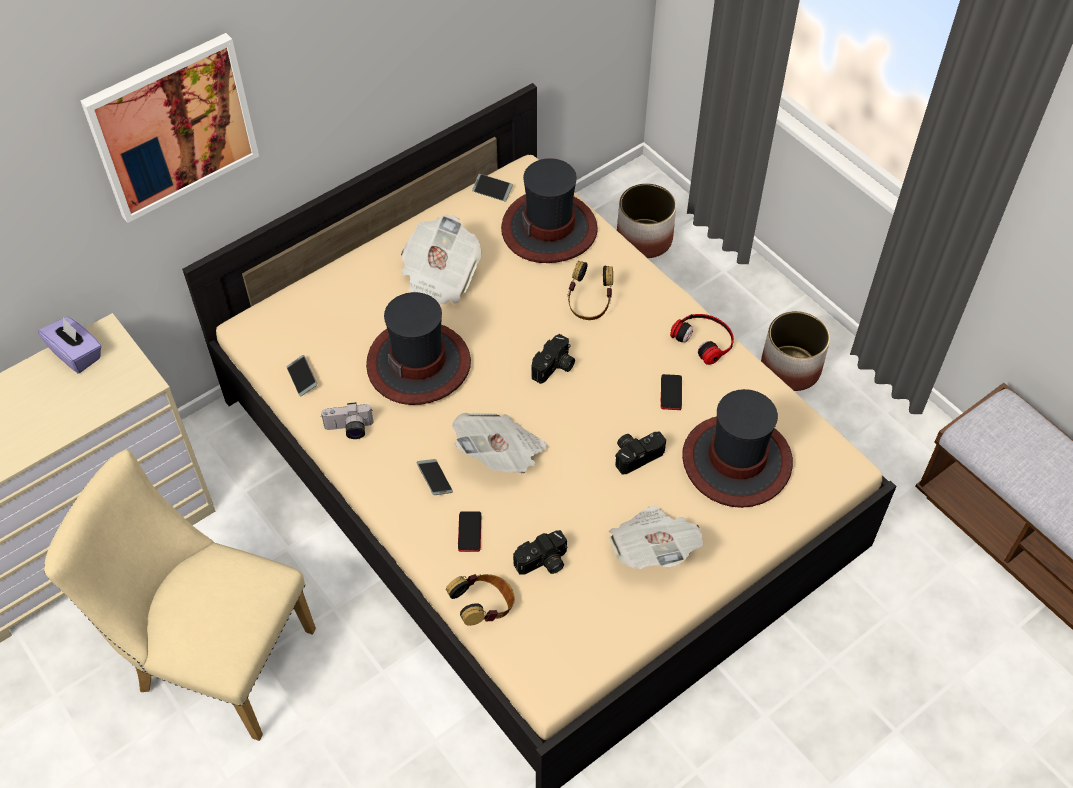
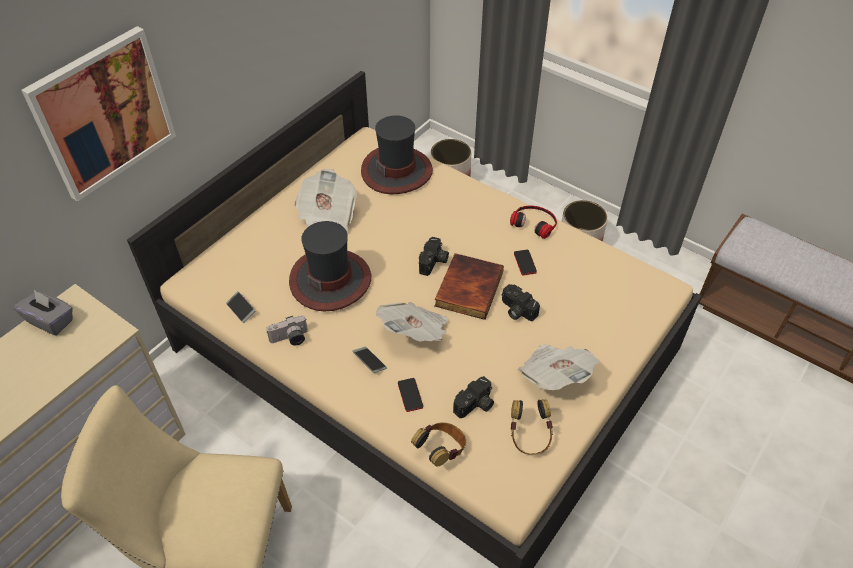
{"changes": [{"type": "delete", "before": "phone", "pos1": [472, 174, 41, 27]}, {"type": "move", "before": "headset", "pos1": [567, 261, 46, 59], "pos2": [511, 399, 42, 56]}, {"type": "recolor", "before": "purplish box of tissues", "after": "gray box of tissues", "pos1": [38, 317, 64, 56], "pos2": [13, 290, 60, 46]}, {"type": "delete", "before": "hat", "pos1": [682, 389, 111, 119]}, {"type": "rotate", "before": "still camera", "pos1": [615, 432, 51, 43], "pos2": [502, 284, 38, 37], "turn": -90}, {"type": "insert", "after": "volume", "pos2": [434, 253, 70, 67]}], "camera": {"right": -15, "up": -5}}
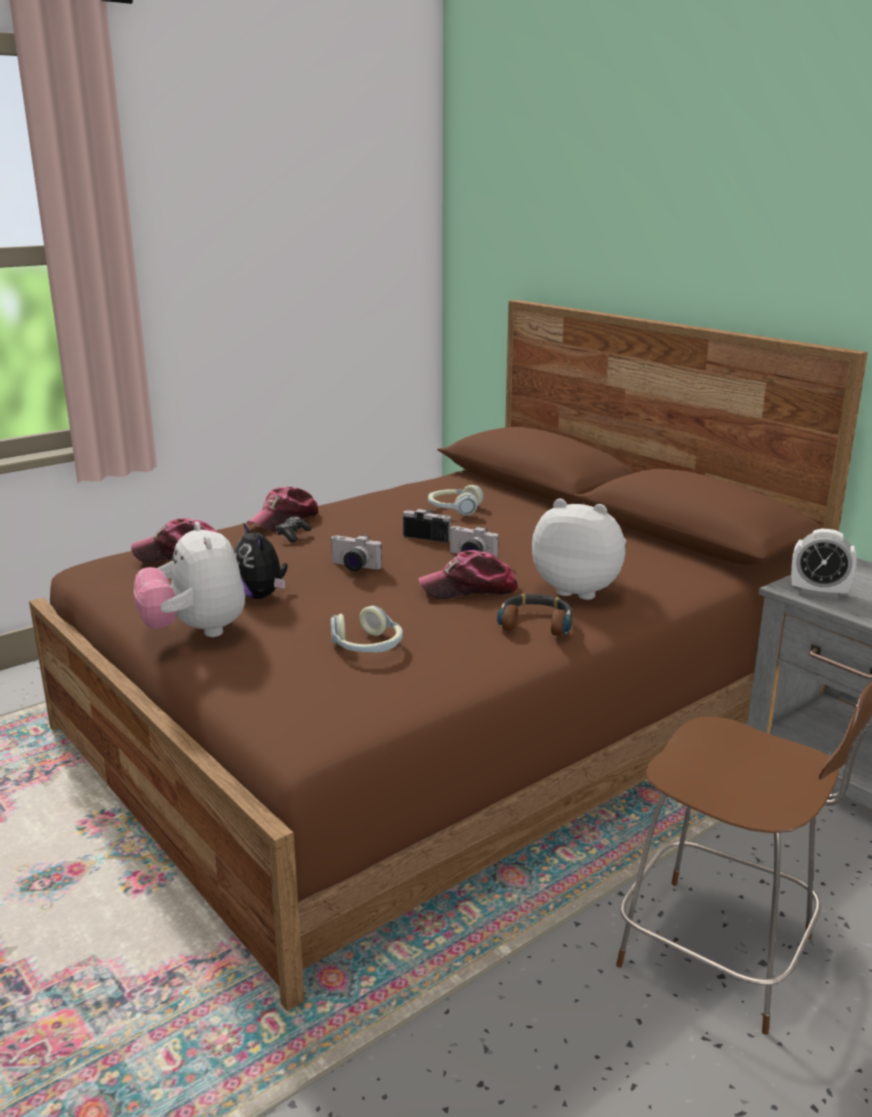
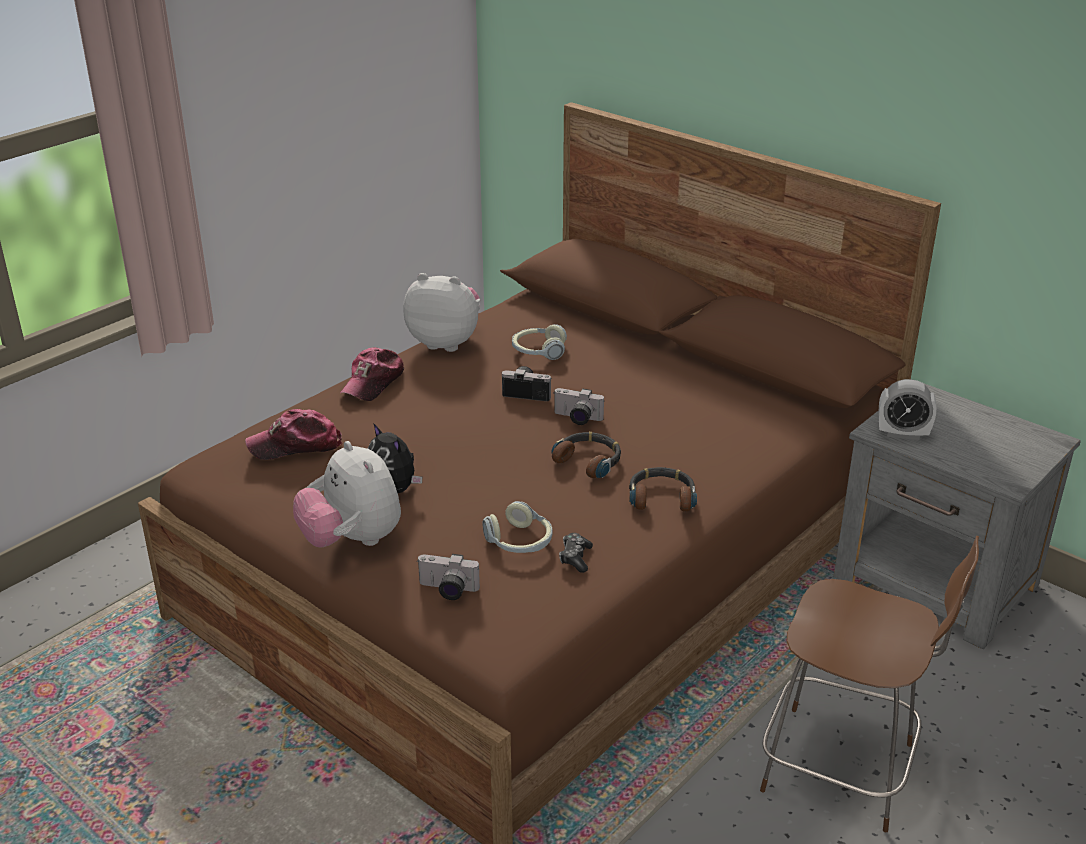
{"changes": [{"type": "move", "before": "cuddly toy", "pos1": [532, 499, 95, 101], "pos2": [403, 273, 77, 79]}, {"type": "move", "before": "gamepad", "pos1": [276, 516, 36, 26], "pos2": [559, 533, 34, 40]}, {"type": "move", "before": "still camera", "pos1": [331, 535, 51, 36], "pos2": [417, 554, 63, 46]}, {"type": "replace", "before": "peaked cap", "after": "headset", "pos1": [418, 550, 100, 49], "pos2": [551, 432, 70, 46]}], "camera": {"right": -10, "up": 10}}
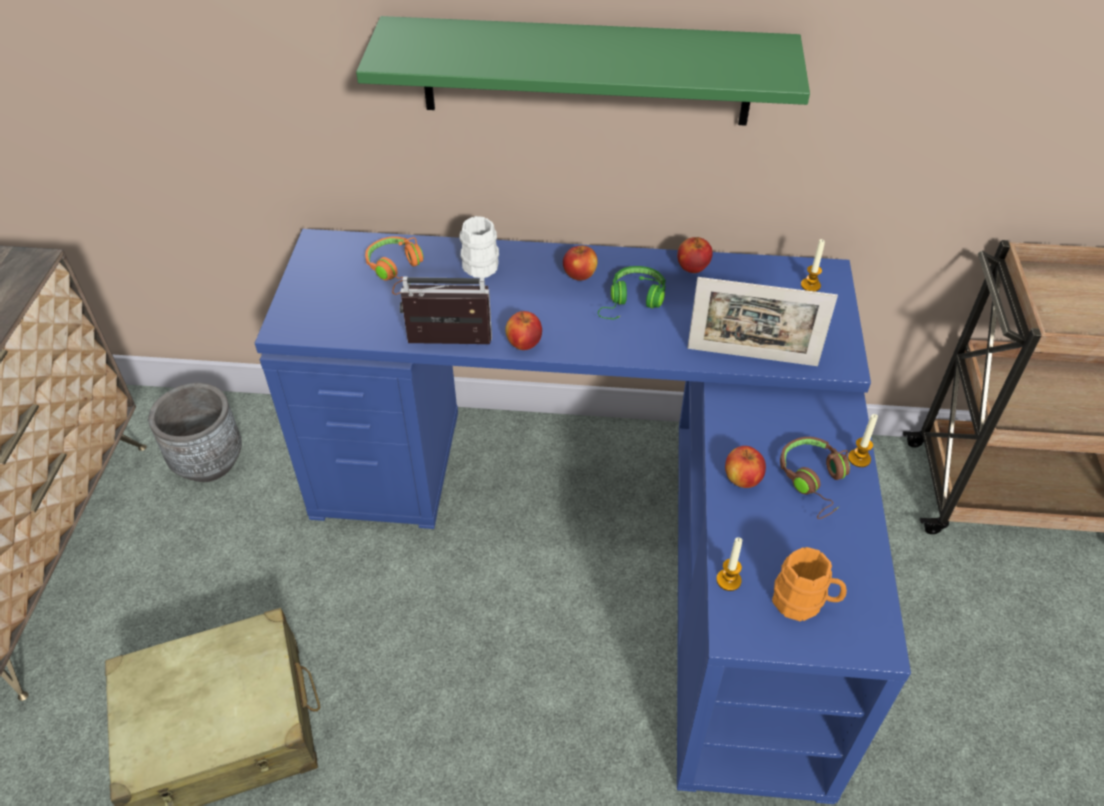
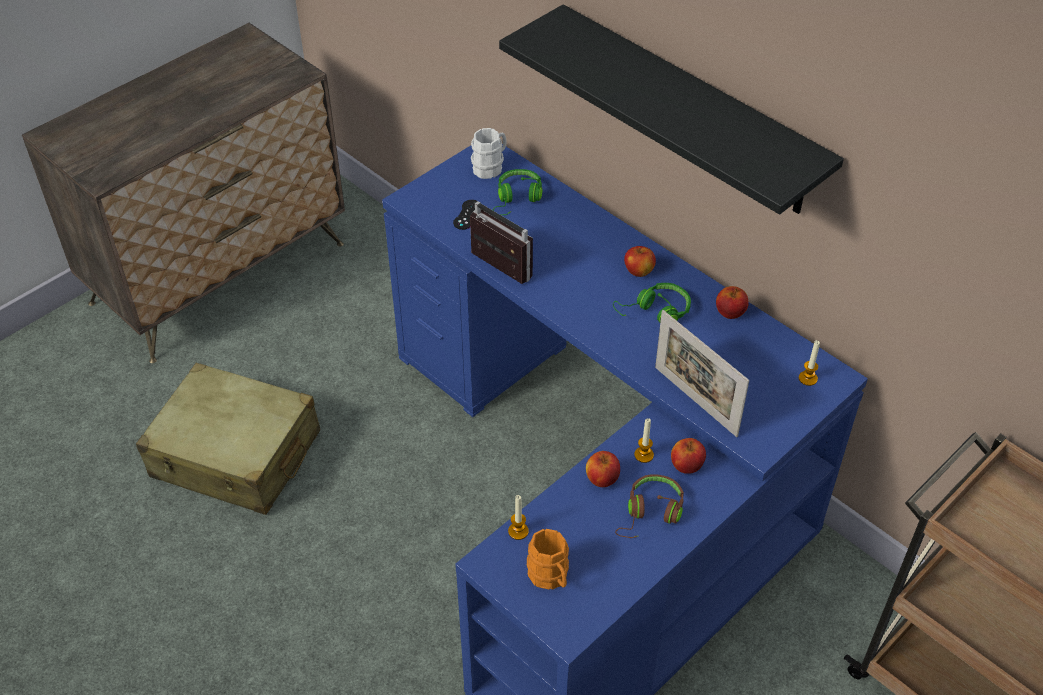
{"changes": [{"type": "recolor", "before": "green shelf", "after": "black shelf", "pos1": [356, 16, 454, 110], "pos2": [499, 4, 345, 211]}, {"type": "move", "before": "white mug", "pos1": [460, 216, 39, 62], "pos2": [471, 128, 36, 51]}, {"type": "recolor", "before": "orangey headset", "after": "green headset", "pos1": [365, 236, 58, 59], "pos2": [493, 169, 49, 46]}, {"type": "move", "before": "apple fruit", "pos1": [505, 311, 37, 39], "pos2": [671, 438, 35, 36]}, {"type": "delete", "before": "gray planter", "pos1": [148, 383, 94, 99]}, {"type": "move", "before": "wax light", "pos1": [848, 414, 30, 53], "pos2": [634, 418, 20, 45]}, {"type": "insert", "after": "black gamepad", "pos2": [453, 200, 24, 30]}], "camera": {"right": 40, "up": 0}}
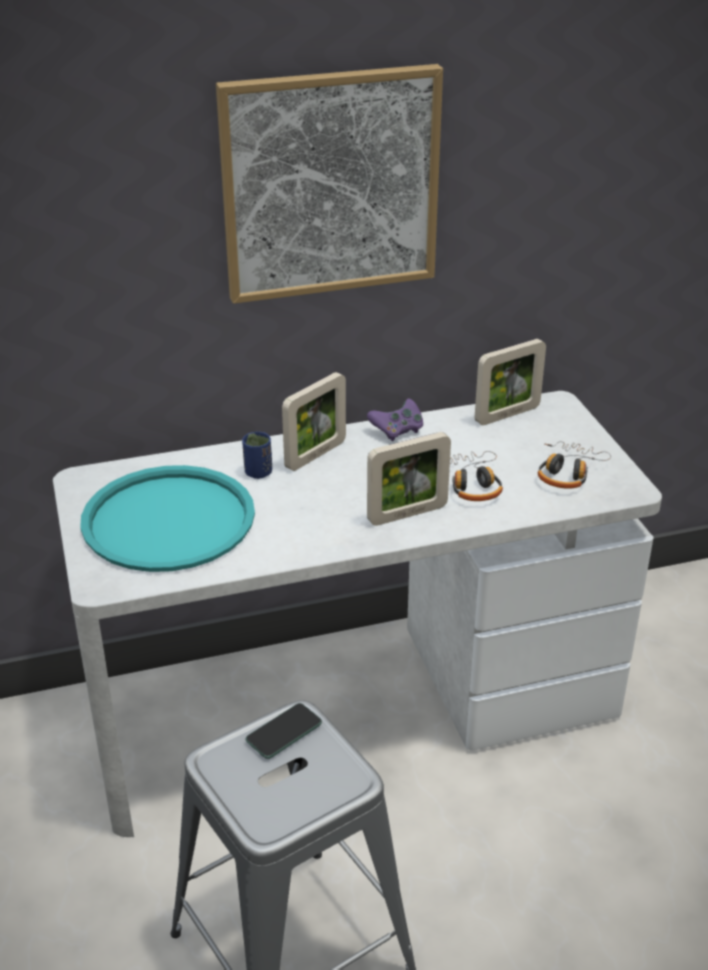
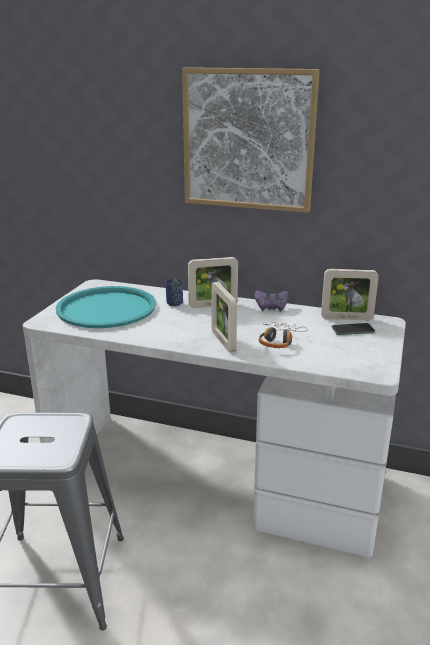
{"changes": [{"type": "rotate", "before": "standing frame", "pos1": [367, 432, 84, 94], "pos2": [211, 282, 26, 71], "turn": 60}, {"type": "delete", "before": "headset", "pos1": [538, 441, 73, 48]}, {"type": "move", "before": "phone", "pos1": [246, 703, 76, 56], "pos2": [331, 323, 44, 12]}], "camera": {"right": 35, "up": -10}}
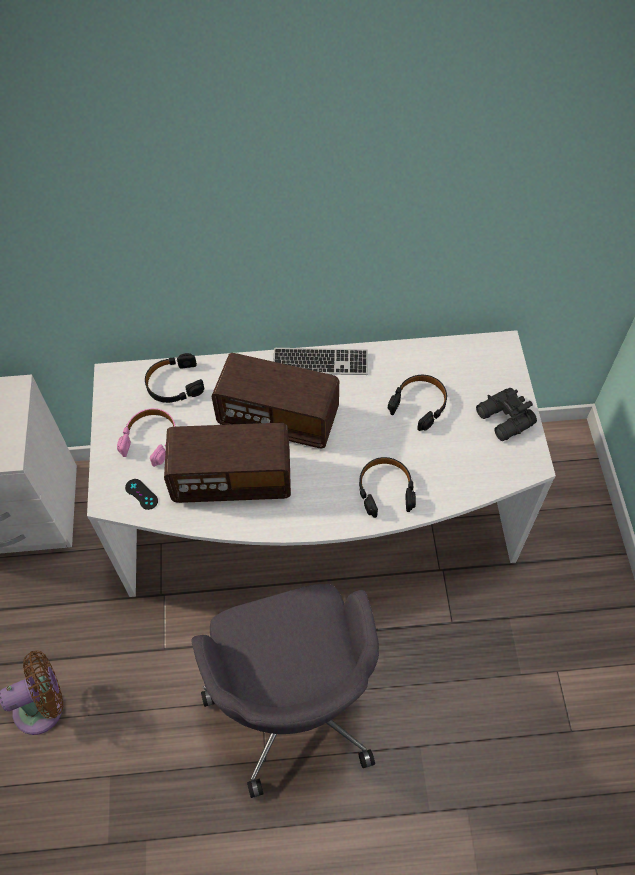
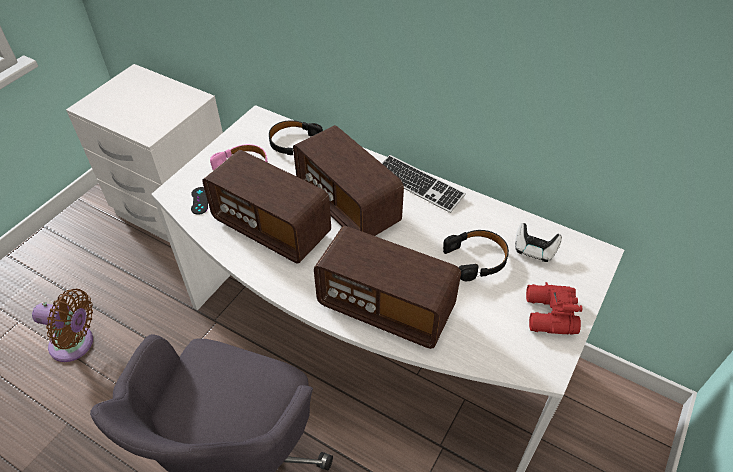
{"changes": [{"type": "recolor", "before": "black field glasses", "after": "reddish field glasses", "pos1": [476, 388, 61, 53], "pos2": [526, 282, 56, 53]}, {"type": "replace", "before": "black headset", "after": "radio", "pos1": [359, 457, 57, 61], "pos2": [314, 226, 147, 123]}, {"type": "insert", "after": "gamepad", "pos2": [515, 223, 47, 39]}], "camera": {"right": 35, "up": -10}}
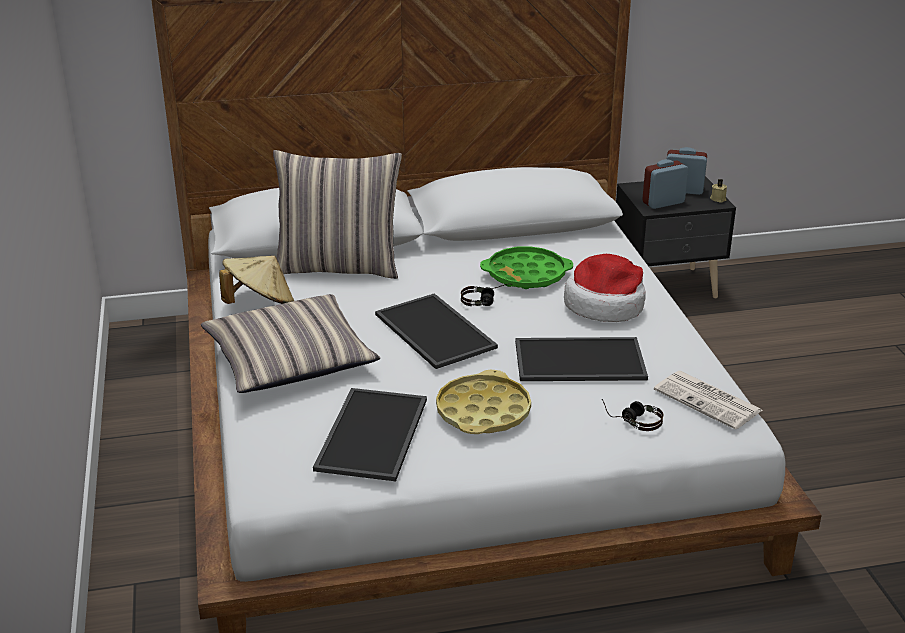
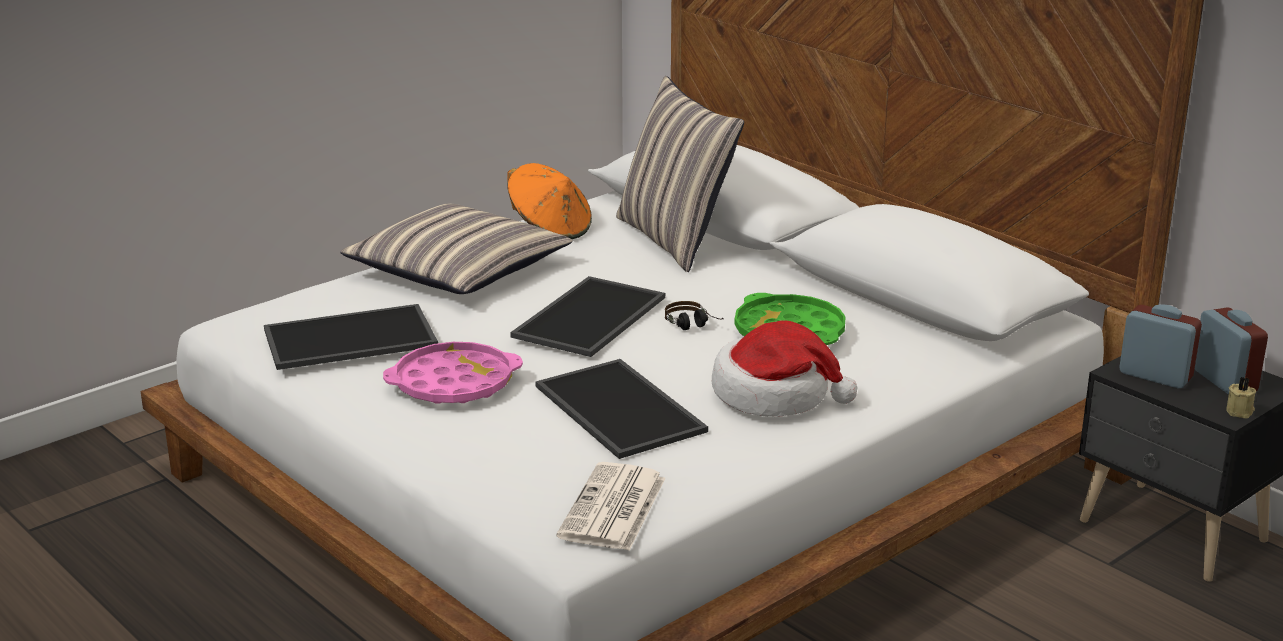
{"changes": [{"type": "recolor", "before": "beige-coloured hat", "after": "orangey hat", "pos1": [219, 256, 75, 48], "pos2": [507, 163, 85, 76]}, {"type": "recolor", "before": "yellowish tray", "after": "pink-coloured tray", "pos1": [436, 369, 95, 65], "pos2": [383, 342, 140, 62]}, {"type": "delete", "before": "headset", "pos1": [602, 399, 61, 32]}], "camera": {"right": 60, "up": -5}}
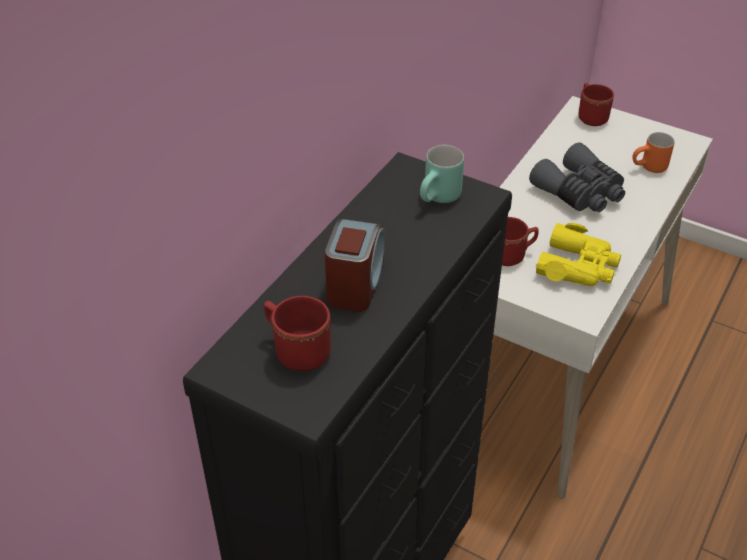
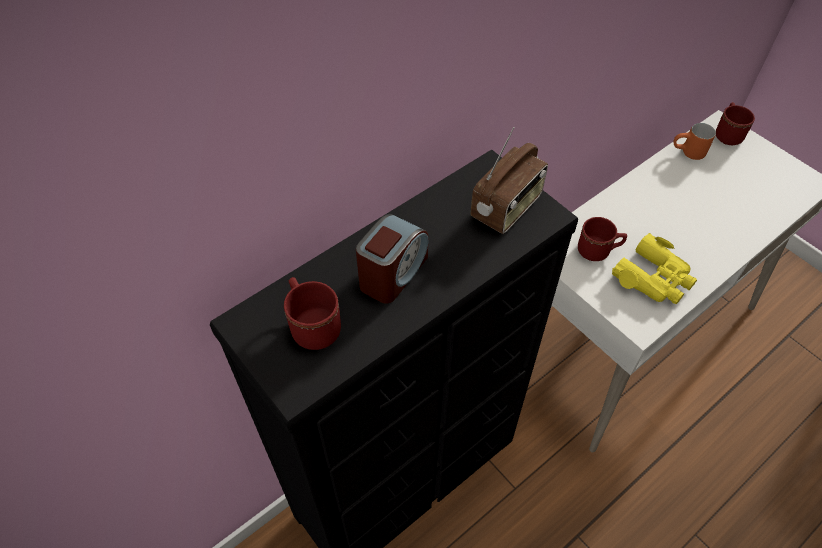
{"changes": [{"type": "move", "before": "orangey mug", "pos1": [632, 132, 43, 41], "pos2": [674, 123, 42, 37]}, {"type": "delete", "before": "gray field glasses", "pos1": [529, 142, 96, 70]}, {"type": "replace", "before": "blue-green mug", "after": "radio", "pos1": [420, 145, 44, 58], "pos2": [471, 127, 77, 107]}], "camera": {"right": 20, "up": 10}}
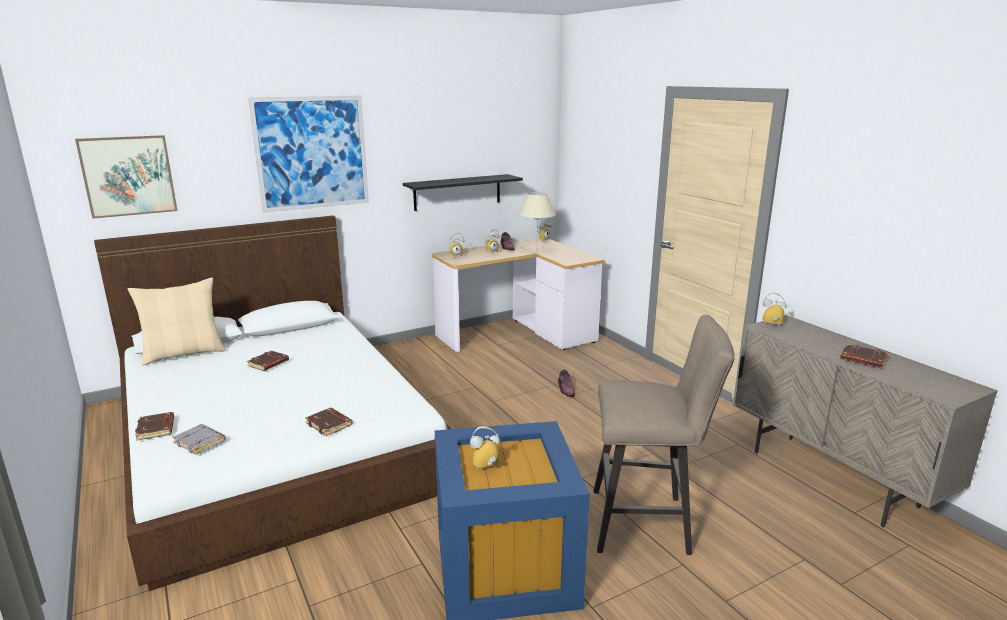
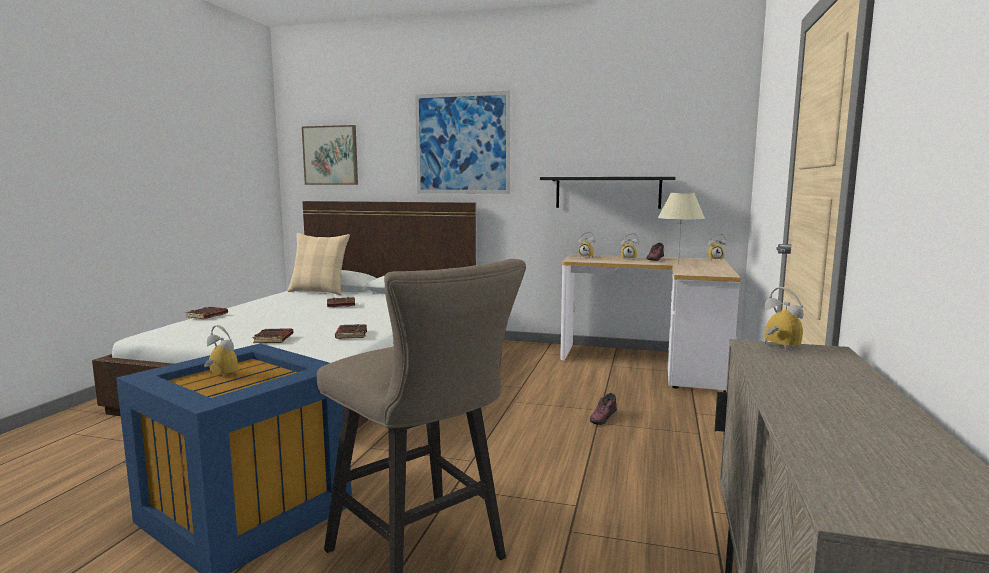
{"changes": [{"type": "move", "before": "brown volume", "pos1": [840, 344, 49, 24], "pos2": [335, 324, 32, 15]}, {"type": "delete", "before": "gray volume", "pos1": [172, 424, 54, 31]}], "camera": {"right": 45, "up": -10}}
